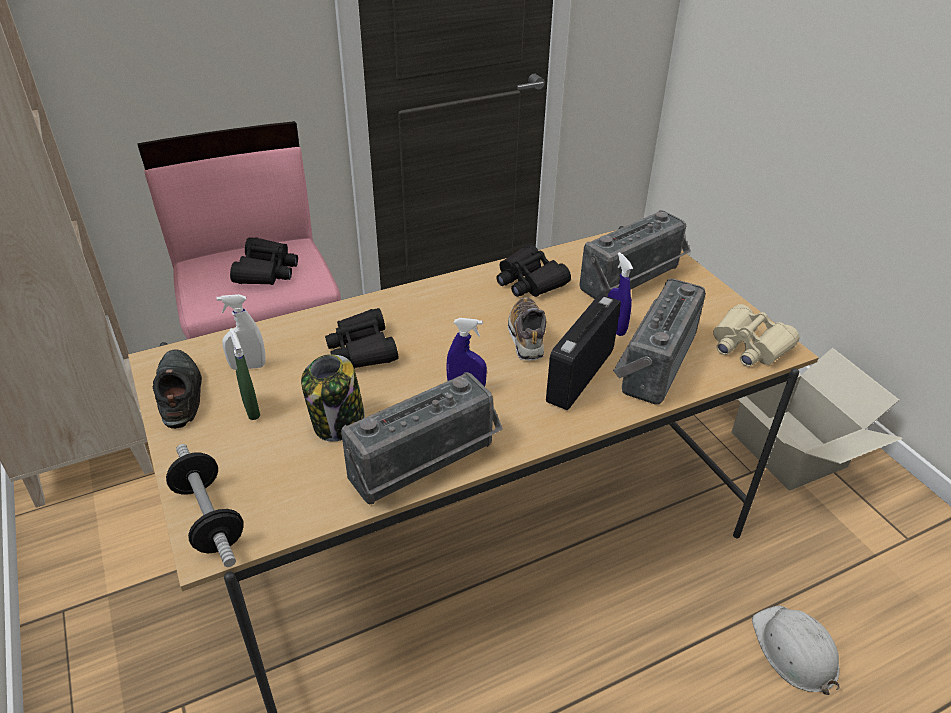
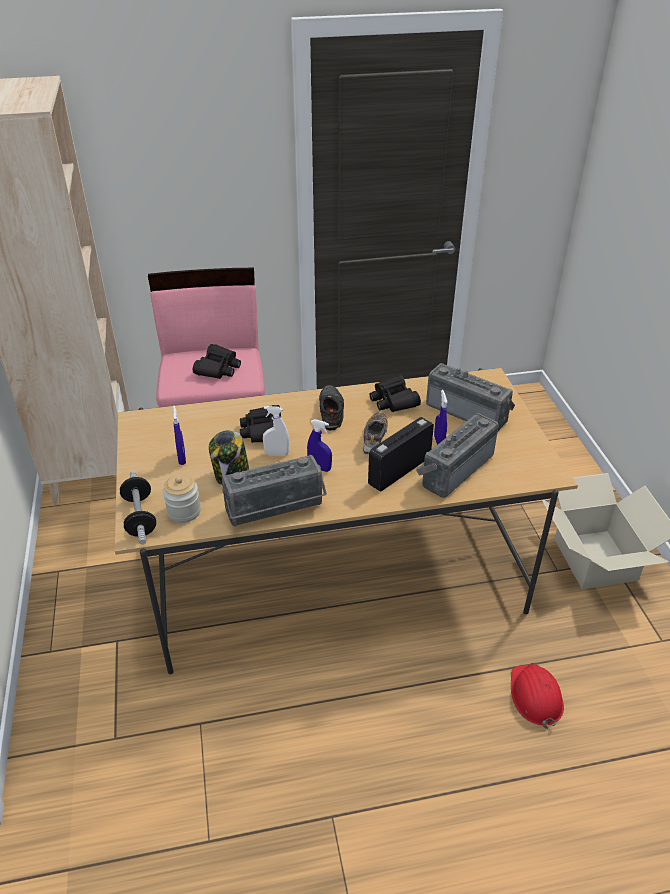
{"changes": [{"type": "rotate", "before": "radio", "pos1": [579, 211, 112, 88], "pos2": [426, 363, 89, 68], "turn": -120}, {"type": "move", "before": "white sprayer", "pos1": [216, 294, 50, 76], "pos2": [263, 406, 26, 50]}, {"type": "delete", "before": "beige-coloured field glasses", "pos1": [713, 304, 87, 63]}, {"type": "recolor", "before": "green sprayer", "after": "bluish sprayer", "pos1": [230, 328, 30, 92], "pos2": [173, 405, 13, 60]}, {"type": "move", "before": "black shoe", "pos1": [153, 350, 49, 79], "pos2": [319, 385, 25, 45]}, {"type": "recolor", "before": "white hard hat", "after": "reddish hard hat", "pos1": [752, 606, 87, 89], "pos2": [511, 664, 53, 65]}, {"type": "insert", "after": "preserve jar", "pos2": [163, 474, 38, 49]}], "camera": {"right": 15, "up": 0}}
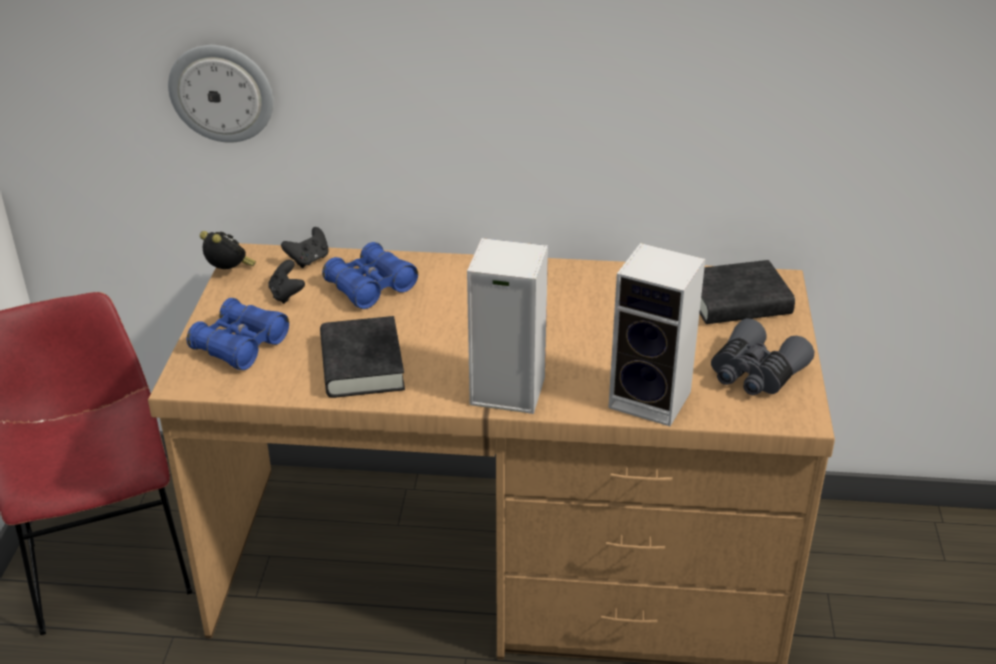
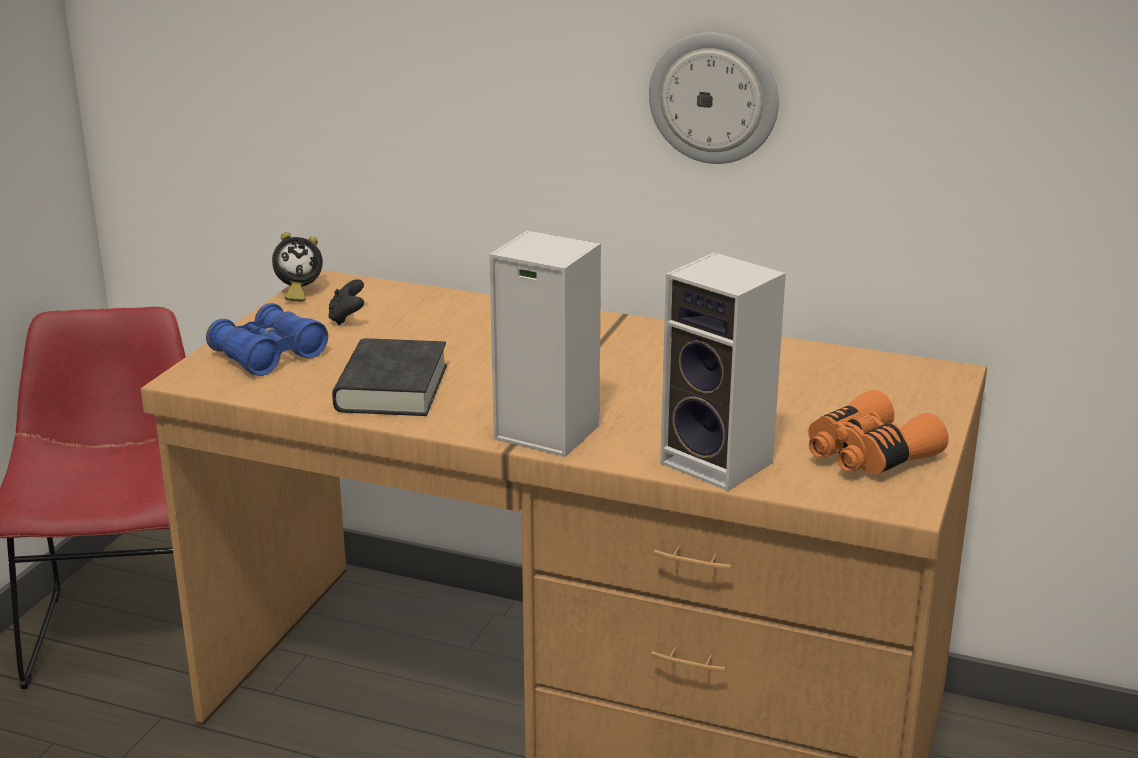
{"changes": [{"type": "move", "before": "wall clock", "pos1": [168, 45, 105, 98], "pos2": [649, 32, 130, 132]}, {"type": "delete", "before": "black gamepad", "pos1": [281, 227, 48, 41]}, {"type": "rotate", "before": "alarm clock", "pos1": [200, 231, 56, 38], "pos2": [272, 232, 51, 70], "turn": 105}, {"type": "delete", "before": "bluish field glasses", "pos1": [322, 242, 96, 67]}, {"type": "delete", "before": "black volume", "pos1": [699, 260, 96, 64]}, {"type": "recolor", "before": "gray field glasses", "after": "orangey field glasses", "pos1": [711, 318, 103, 77], "pos2": [808, 390, 140, 85]}], "camera": {"right": 15, "up": -10}}
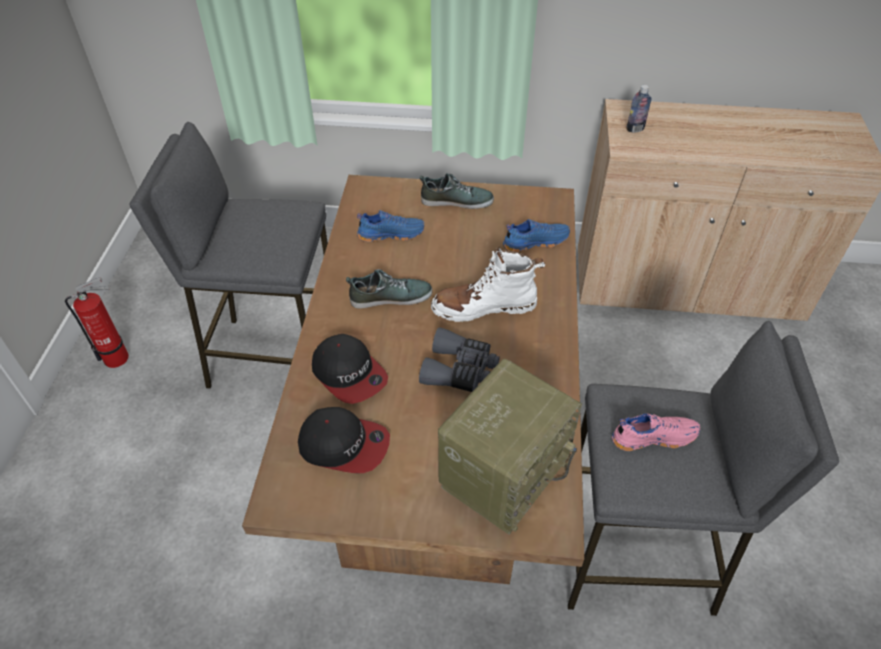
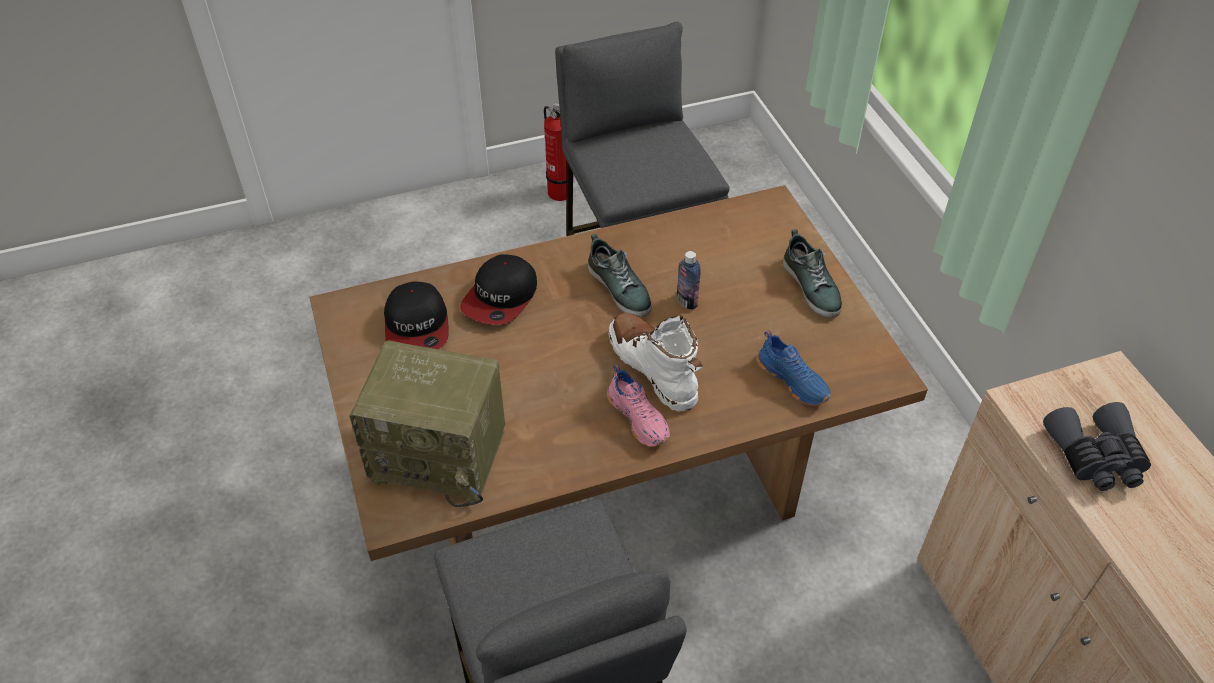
{"changes": [{"type": "move", "before": "drink bottle", "pos1": [627, 85, 25, 48], "pos2": [677, 251, 24, 59]}, {"type": "delete", "before": "bluish shoe", "pos1": [357, 210, 68, 32]}, {"type": "move", "before": "gray field glasses", "pos1": [419, 327, 81, 65], "pos2": [1043, 402, 108, 89]}, {"type": "move", "before": "pink-coloured shoe", "pos1": [612, 413, 88, 38], "pos2": [607, 364, 63, 83]}], "camera": {"right": 65, "up": 0}}
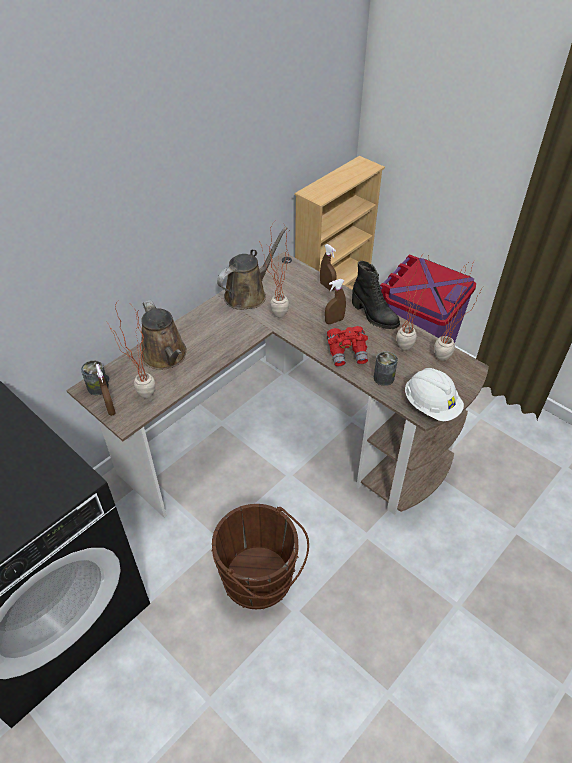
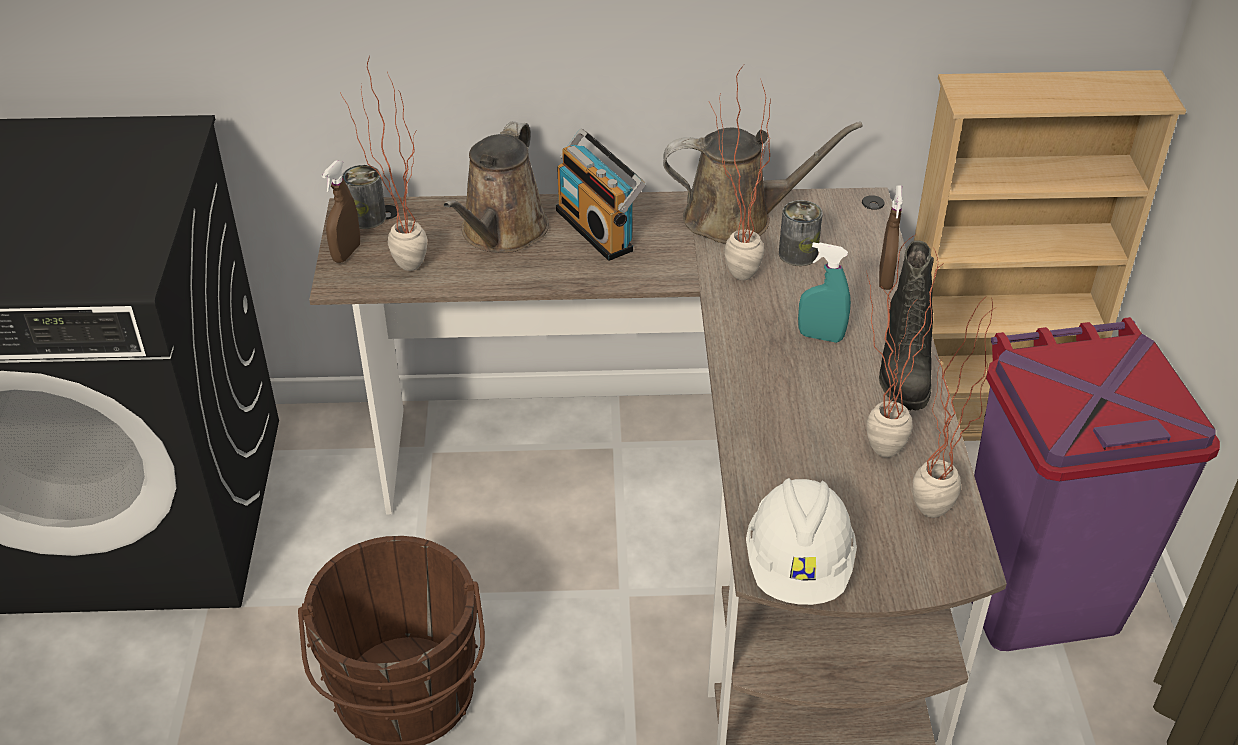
{"changes": [{"type": "recolor", "before": "brown sprayer", "after": "blue-green sprayer", "pos1": [325, 279, 21, 45], "pos2": [798, 242, 53, 101]}, {"type": "delete", "before": "reddish field glasses", "pos1": [327, 326, 41, 40]}, {"type": "move", "before": "metal can", "pos1": [374, 351, 24, 35], "pos2": [779, 200, 44, 66]}, {"type": "insert", "after": "radio", "pos2": [556, 129, 90, 132]}], "camera": {"right": 45, "up": -5}}
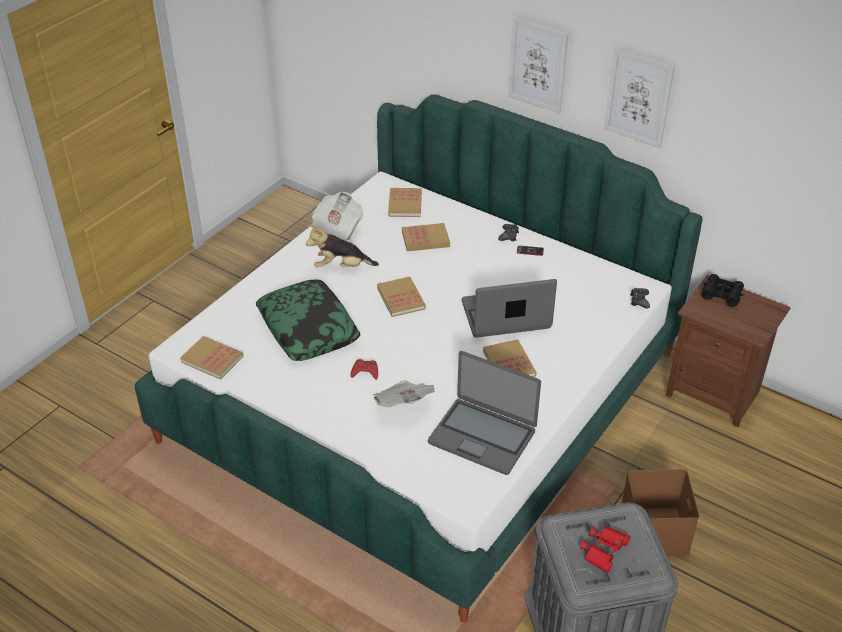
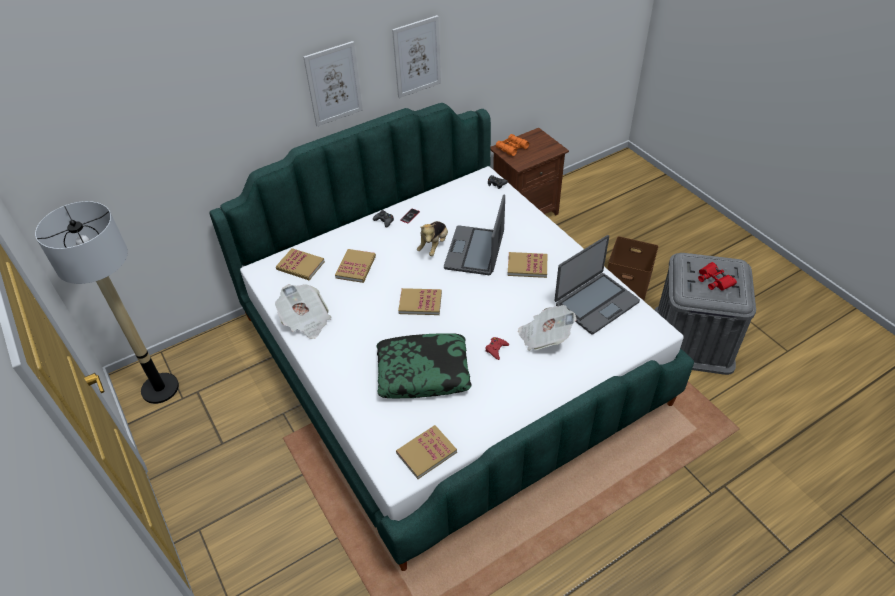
{"changes": [{"type": "move", "before": "cuddly toy", "pos1": [306, 225, 73, 42], "pos2": [417, 221, 31, 35]}, {"type": "recolor", "before": "black field glasses", "after": "orangey field glasses", "pos1": [702, 274, 42, 33], "pos2": [496, 134, 33, 22]}, {"type": "insert", "after": "standard lamp", "pos2": [35, 201, 144, 203]}], "camera": {"right": -65, "up": 5}}
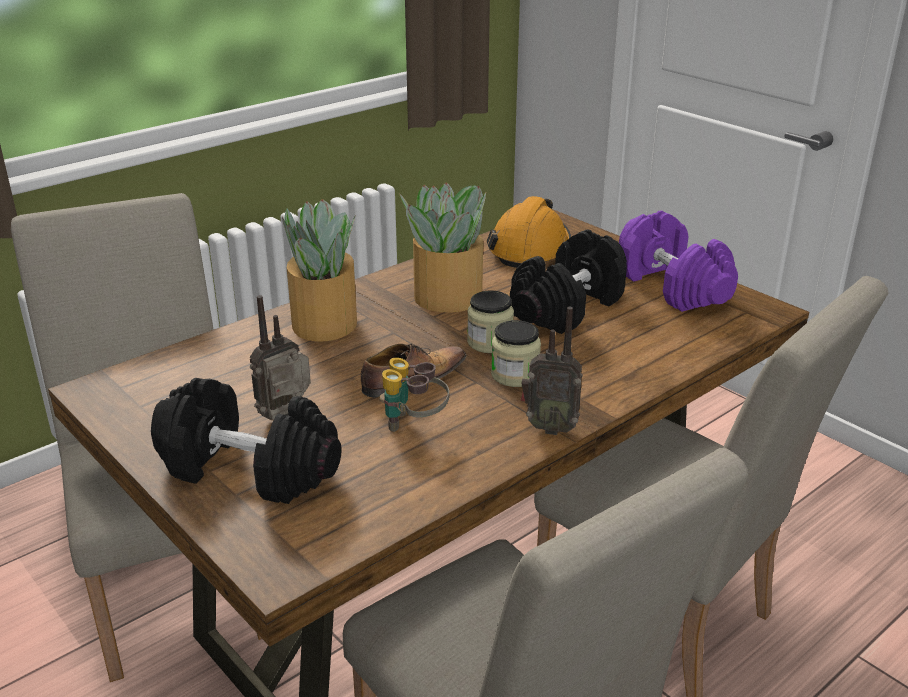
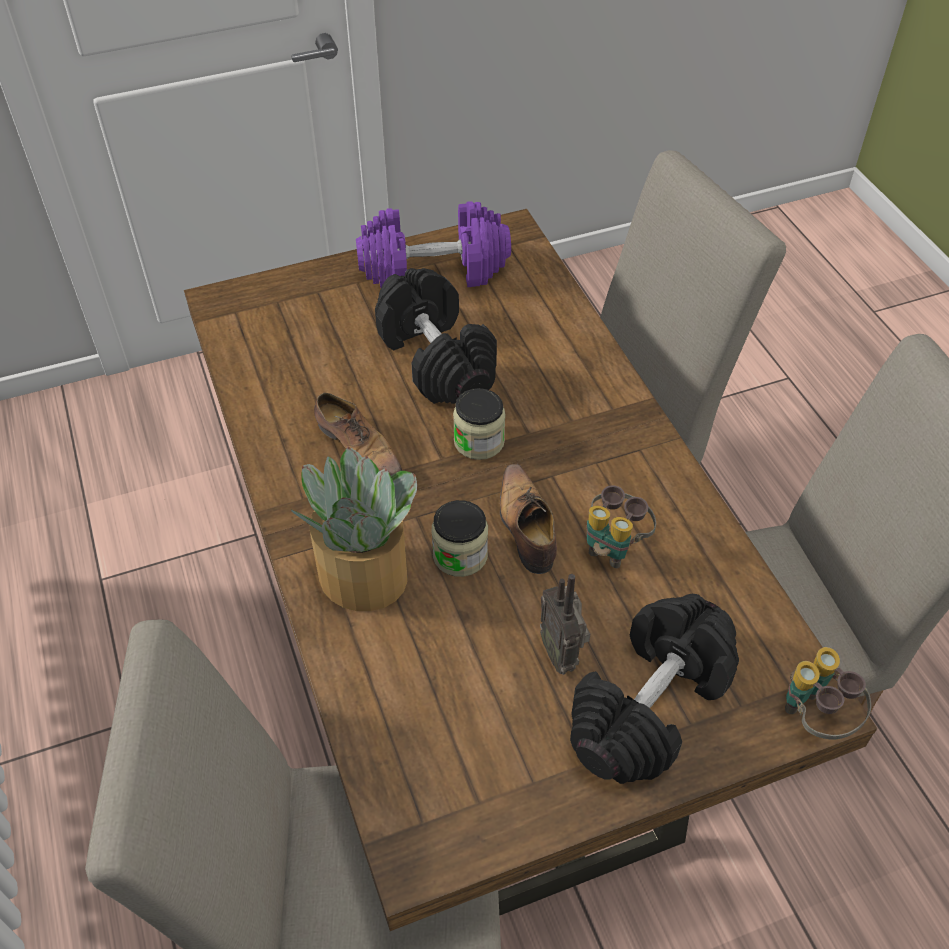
{"changes": [{"type": "replace", "before": "houseplant", "after": "shoe", "pos1": [399, 183, 87, 130], "pos2": [314, 393, 88, 83]}, {"type": "delete", "before": "orangey hard hat", "pos1": [487, 196, 84, 72]}, {"type": "delete", "before": "radio", "pos1": [521, 307, 62, 128]}, {"type": "move", "before": "preserve jar", "pos1": [491, 320, 50, 67], "pos2": [431, 500, 57, 77]}, {"type": "insert", "after": "field glasses", "pos2": [785, 647, 86, 93]}], "camera": {"right": -70, "up": 20}}
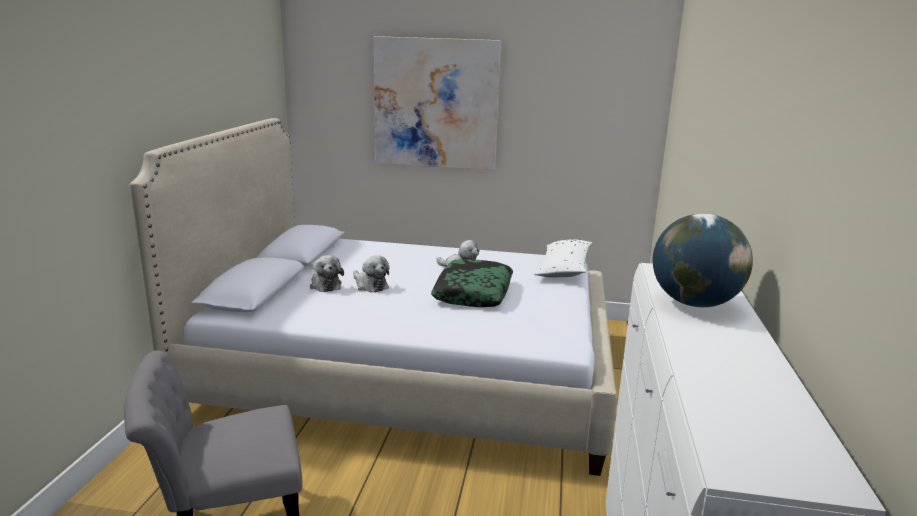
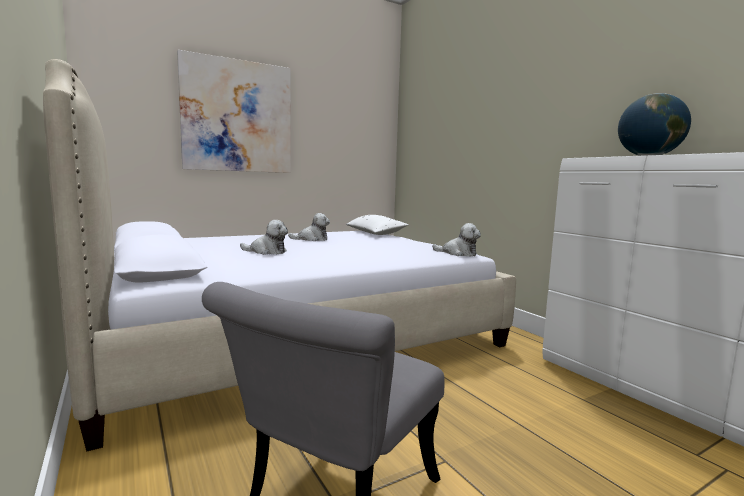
{"changes": [{"type": "move", "before": "cuddly toy", "pos1": [310, 255, 34, 37], "pos2": [432, 223, 49, 33]}, {"type": "delete", "before": "pillow", "pos1": [431, 259, 82, 48]}], "camera": {"right": -40, "up": -10}}
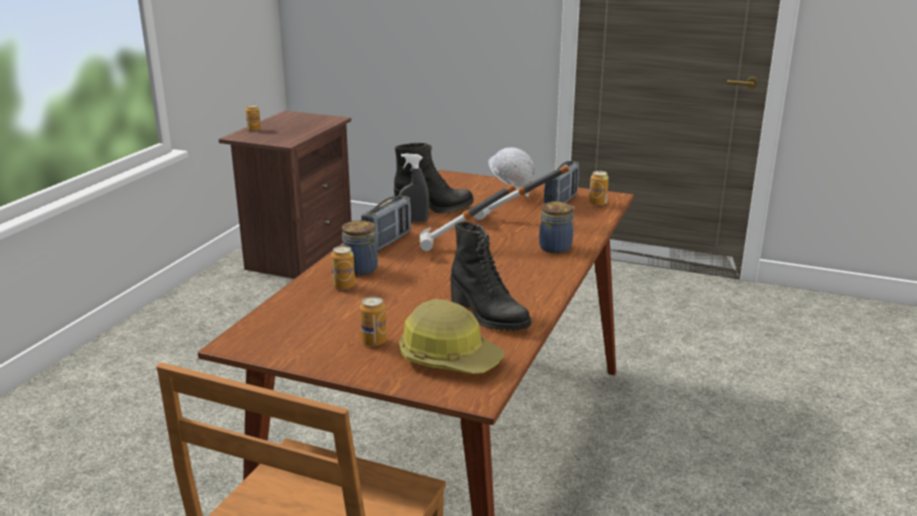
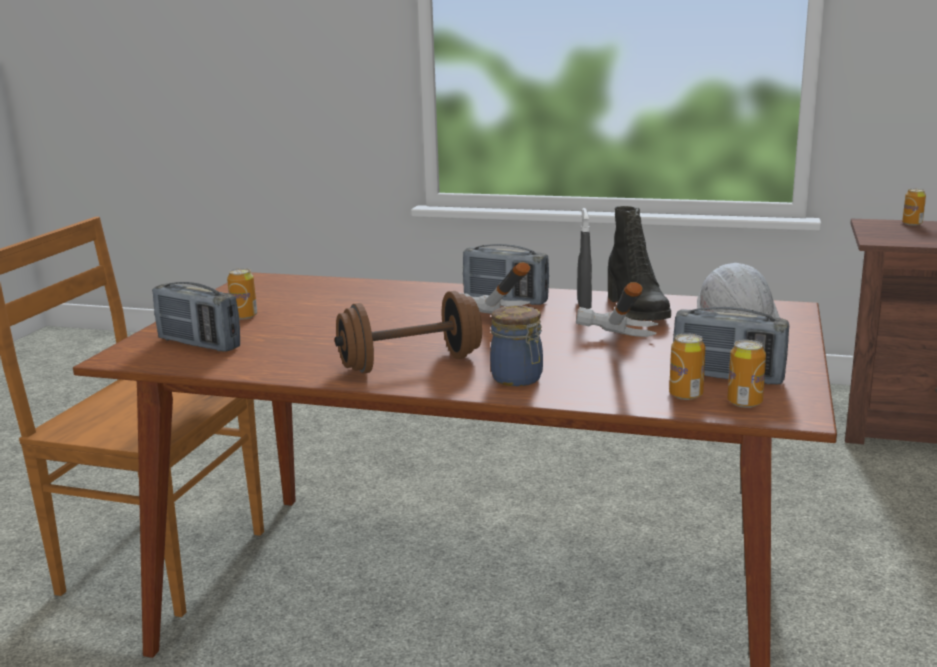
{"changes": [{"type": "delete", "before": "preserve jar", "pos1": [342, 220, 36, 55]}, {"type": "delete", "before": "black tall boot", "pos1": [450, 222, 81, 109]}, {"type": "move", "before": "metal can", "pos1": [331, 246, 24, 44], "pos2": [669, 333, 36, 67]}, {"type": "replace", "before": "hard hat", "after": "radio", "pos1": [399, 299, 106, 75], "pos2": [152, 282, 88, 70]}, {"type": "insert", "after": "brown dumbbell", "pos2": [335, 291, 147, 83]}], "camera": {"right": 85, "up": -5}}
